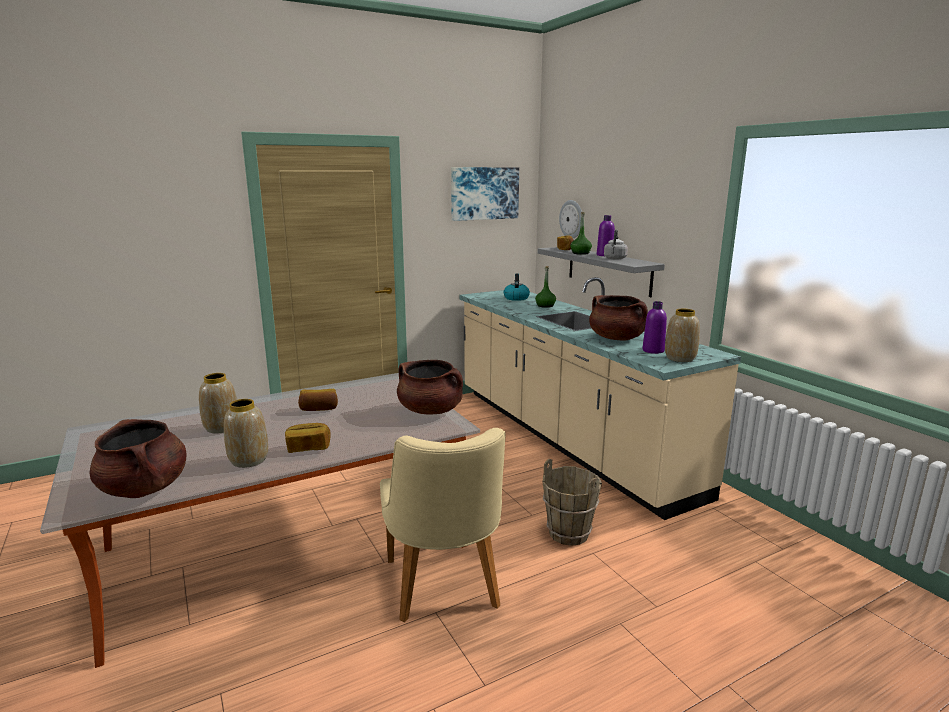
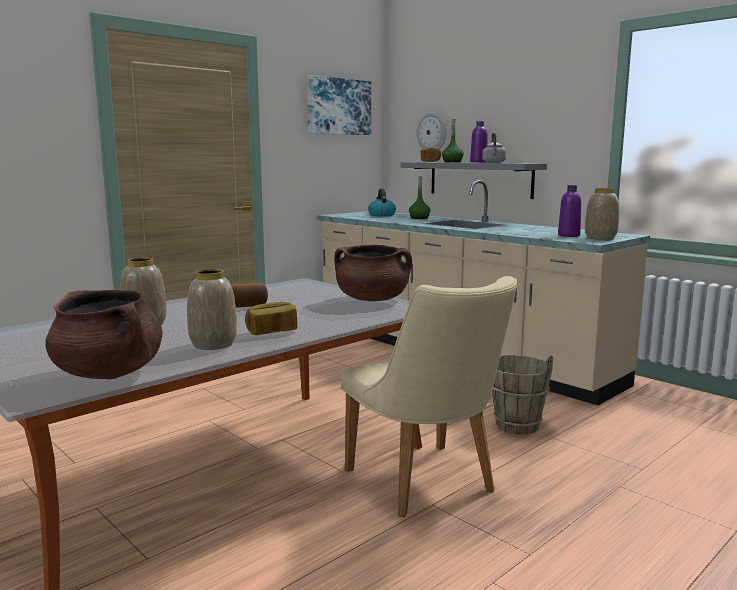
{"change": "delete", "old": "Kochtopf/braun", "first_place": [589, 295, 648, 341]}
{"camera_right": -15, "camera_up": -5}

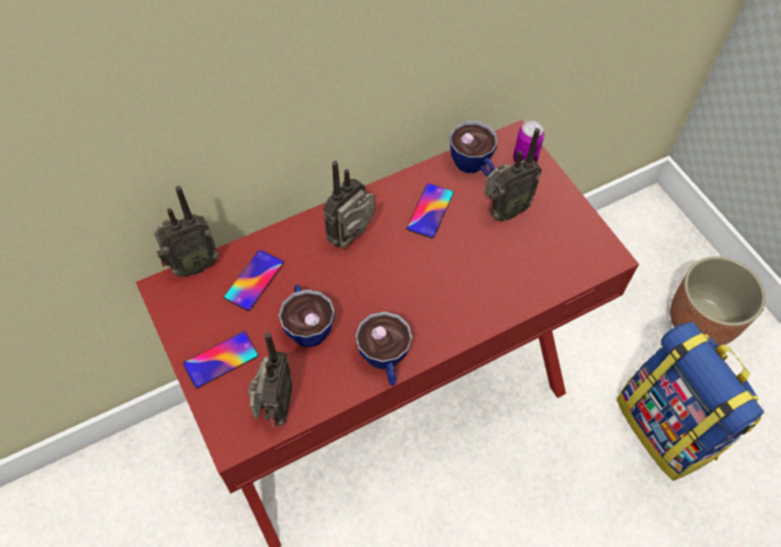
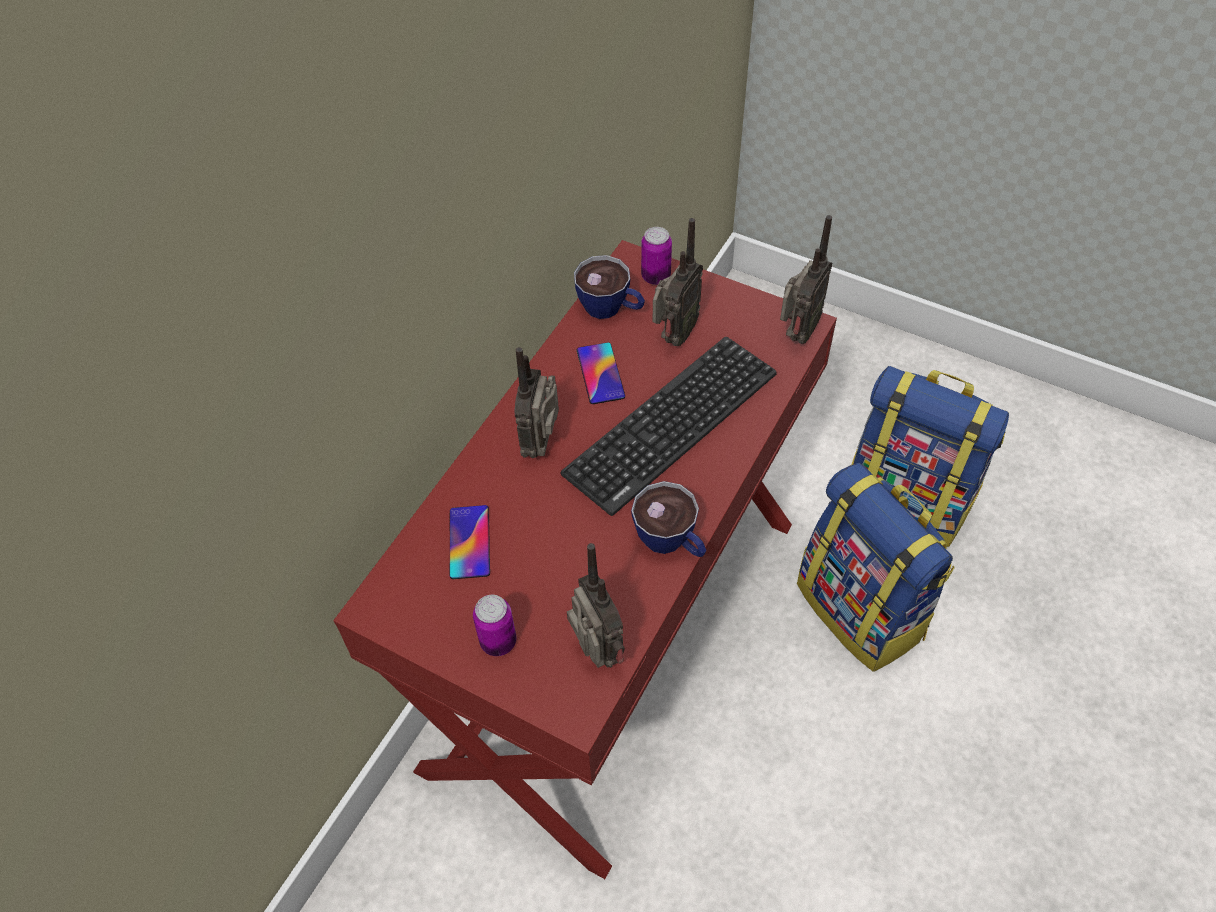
{"change": "delete", "old": "Tasse", "first_place": [279, 285, 335, 347]}
{"change": "delete", "old": "Pflanzkübel", "first_place": [670, 256, 766, 346]}
{"change": "insert", "new": "Tastatur", "second_place": [560, 337, 777, 516]}
{"change": "insert", "new": "Rucksack", "second_place": [797, 463, 955, 672]}
{"change": "move", "old": "Radio", "first_place": [153, 186, 219, 277], "second_place": [780, 215, 832, 344]}
{"change": "replace", "old": "Handy", "new": "Dose", "first_place": [183, 331, 258, 388], "second_place": [473, 595, 517, 656]}
{"camera_right": -30, "camera_up": -5}

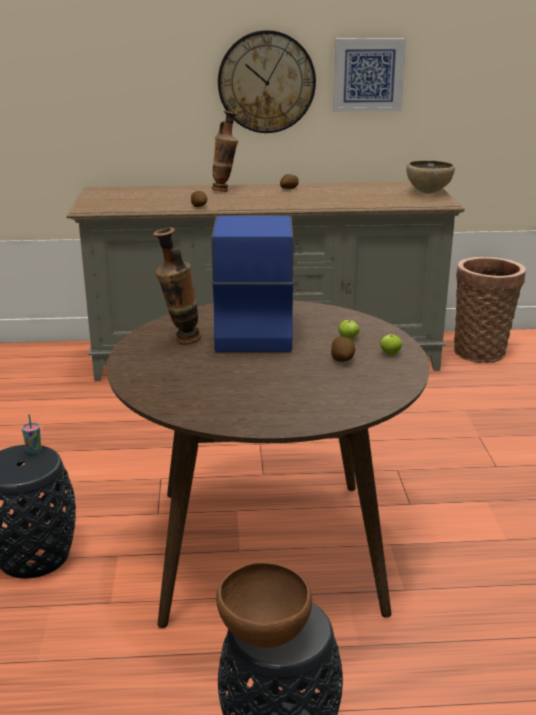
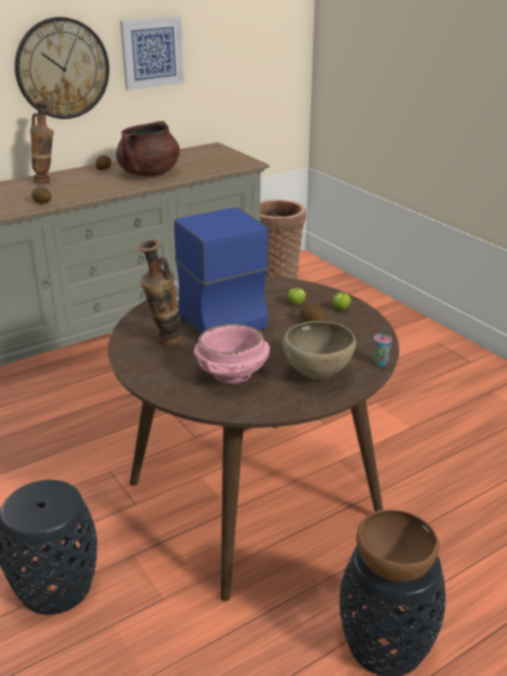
{"change": "insert", "new": "Kochtopf/braun", "second_place": [116, 121, 180, 176]}
{"change": "insert", "new": "Schüssel/rosa", "second_place": [194, 324, 270, 384]}
{"change": "move", "old": "Tasse", "first_place": [22, 414, 41, 455], "second_place": [373, 325, 392, 366]}
{"change": "move", "old": "Schüssel/braun", "first_place": [406, 160, 455, 194], "second_place": [283, 321, 356, 379]}
{"camera_right": -30, "camera_up": 5}

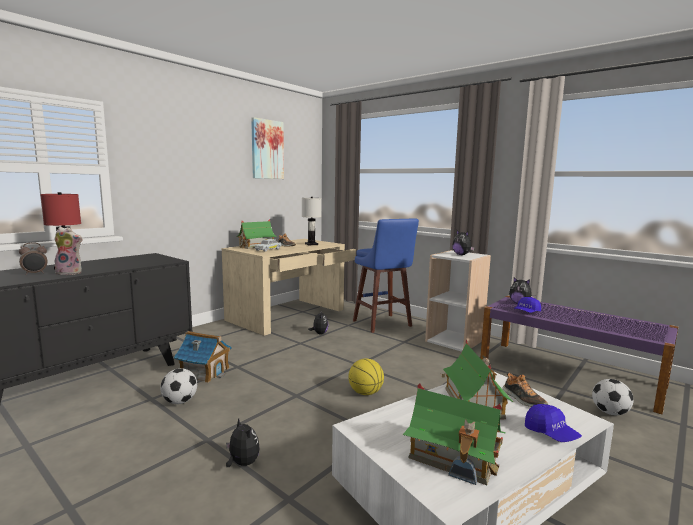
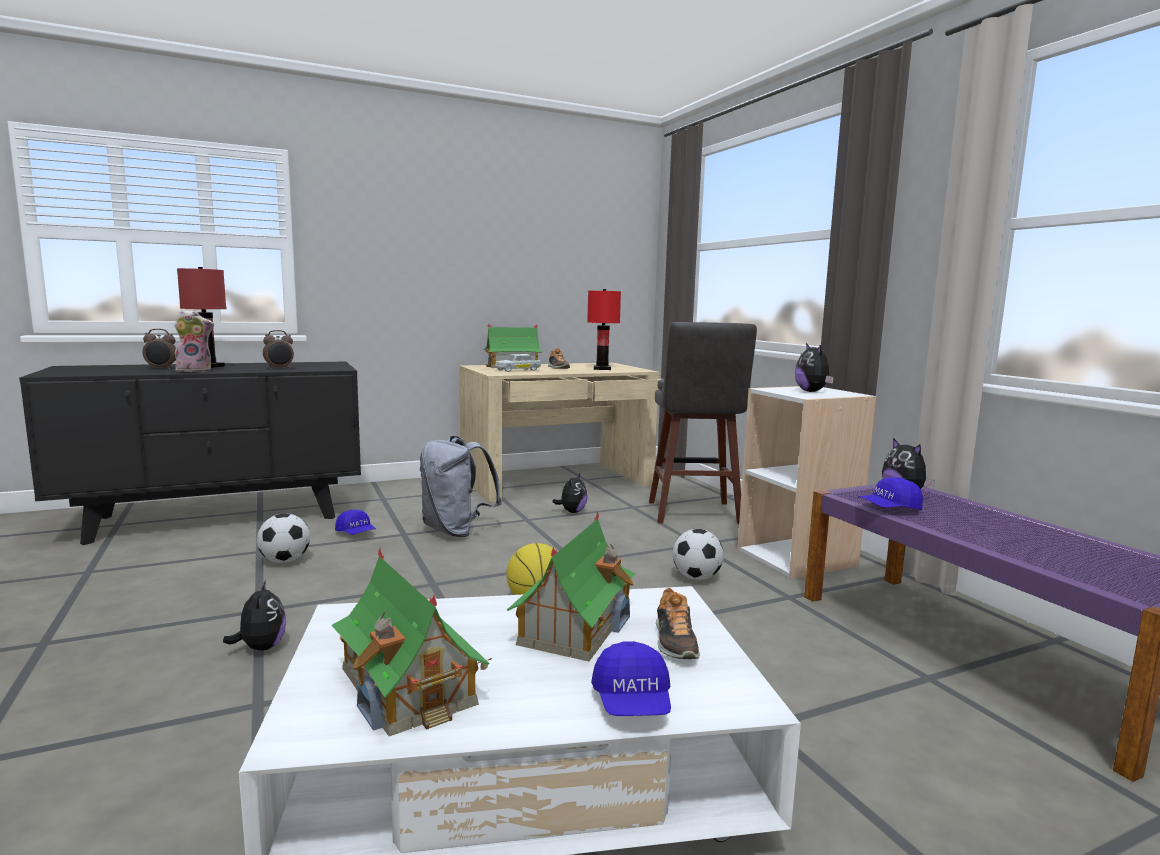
{"change": "delete", "old": "Bild", "first_place": [251, 117, 284, 179]}
{"change": "insert", "new": "Wecker", "second_place": [263, 330, 294, 369]}
{"change": "insert", "new": "Rucksack/grau", "second_place": [420, 436, 502, 537]}
{"change": "move", "old": "Fußball", "first_place": [592, 379, 633, 415], "second_place": [673, 529, 724, 580]}
{"change": "replace", "old": "Spielzeughaus", "new": "Kappe/blau", "first_place": [174, 331, 232, 383], "second_place": [335, 510, 376, 535]}
{"change": "recolor", "old": "Tischlampe/weiß", "new": "Tischlampe/rot", "first_place": [302, 197, 322, 246], "second_place": [587, 289, 621, 370]}
{"change": "recolor", "old": "Hocker/blau", "new": "Hocker/grau", "first_place": [353, 219, 419, 333], "second_place": [649, 322, 757, 524]}
{"change": "rotate", "old": "Plüschtier", "first_place": [55, 227, 82, 275], "second_place": [174, 309, 214, 372], "degrees": -45}
{"camera_right": 25, "camera_up": 0}

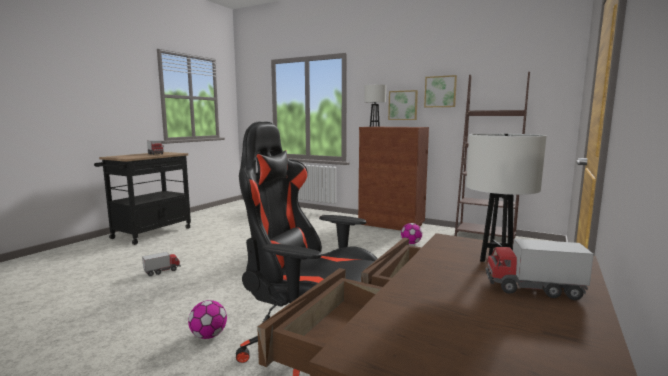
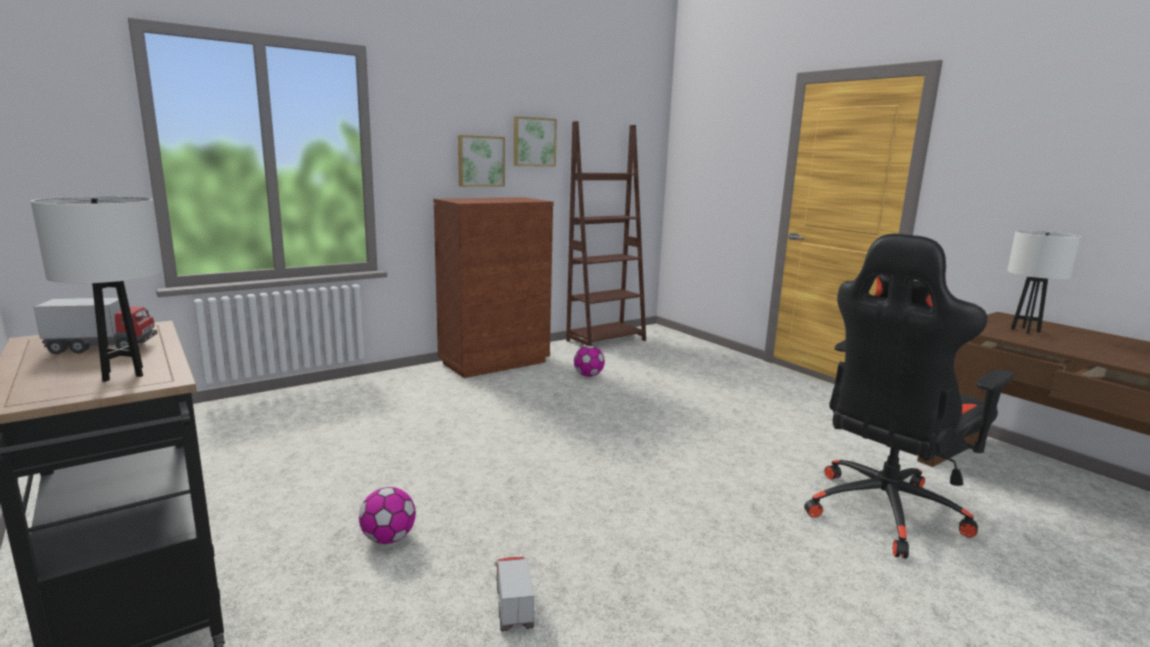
{"change": "delete", "old": "Spielzeuglaster", "first_place": [485, 239, 594, 300]}
{"change": "move", "old": "Fußball", "first_place": [188, 300, 227, 339], "second_place": [359, 487, 416, 544]}
{"change": "move", "old": "Tischlampe/weiß", "first_place": [364, 84, 386, 127], "second_place": [31, 196, 162, 382]}
{"camera_right": -65, "camera_up": 5}

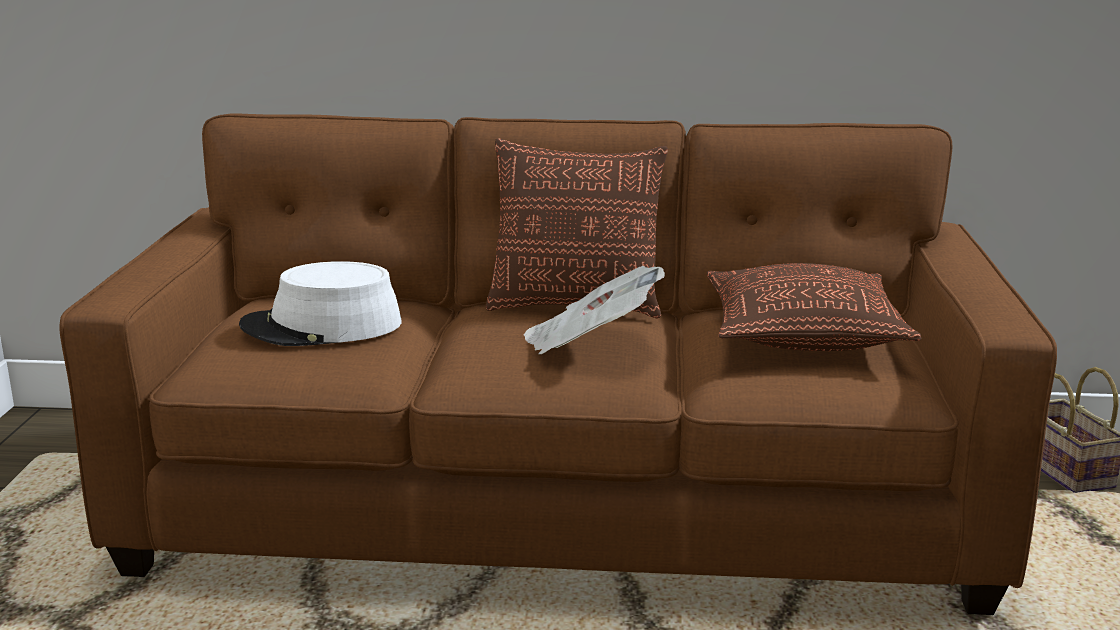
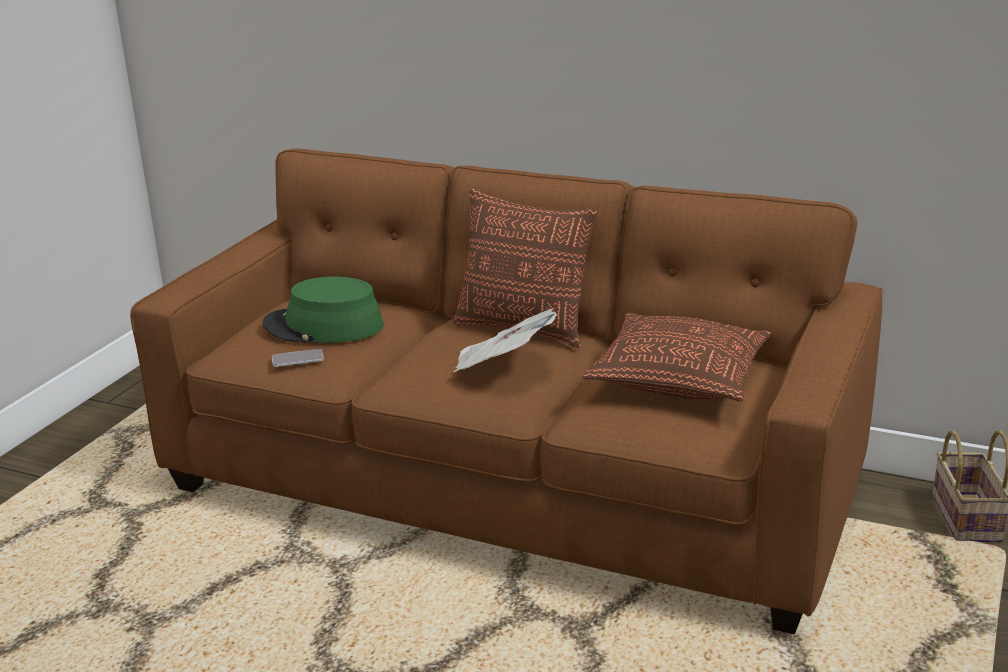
{"change": "insert", "new": "Handy", "second_place": [272, 349, 324, 367]}
{"change": "recolor", "old": "Hut/weiß", "new": "Hut/grün", "first_place": [239, 261, 401, 346], "second_place": [263, 277, 383, 343]}
{"camera_right": 20, "camera_up": 5}

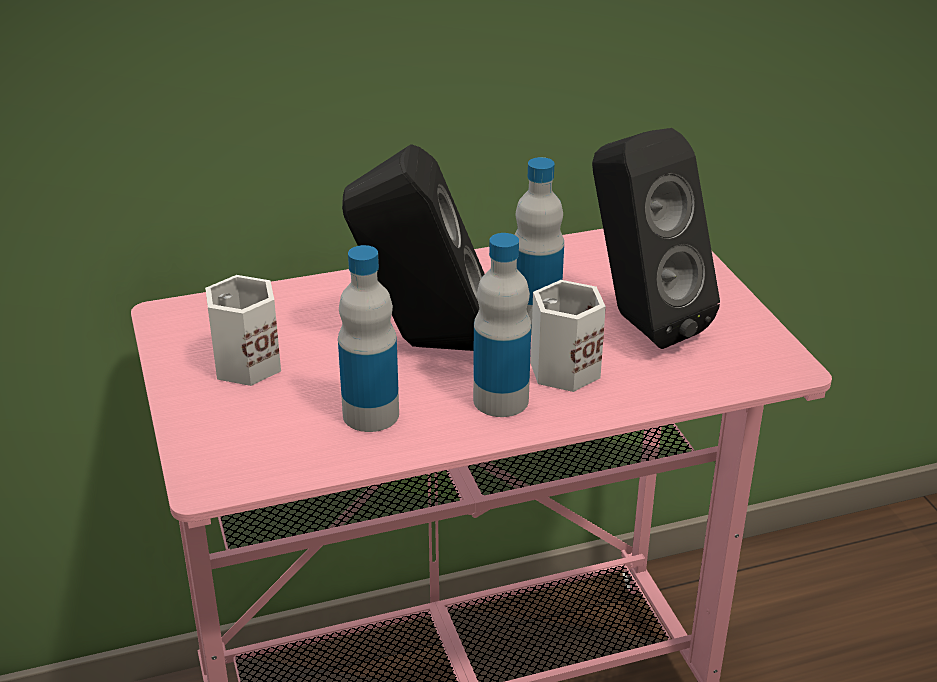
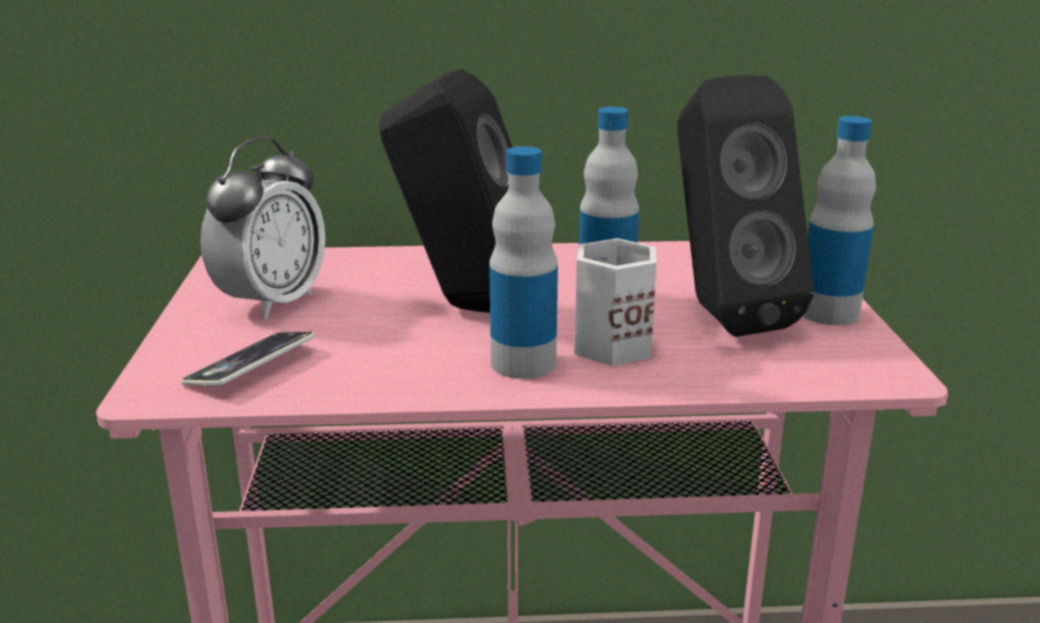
{"change": "insert", "new": "Handy", "second_place": [181, 332, 315, 386]}
{"change": "move", "old": "Flasche", "first_place": [338, 245, 399, 432], "second_place": [803, 116, 876, 325]}
{"change": "replace", "old": "Henkelbecher/weiß", "new": "Wecker", "first_place": [205, 275, 281, 386], "second_place": [200, 136, 325, 320]}
{"camera_right": 15, "camera_up": -10}

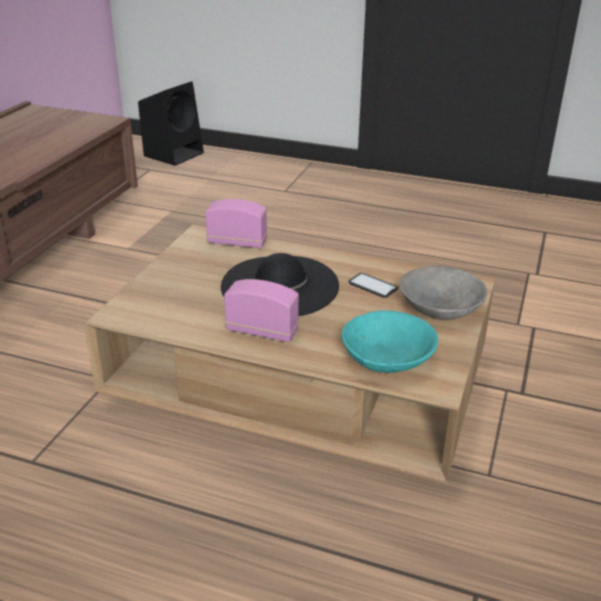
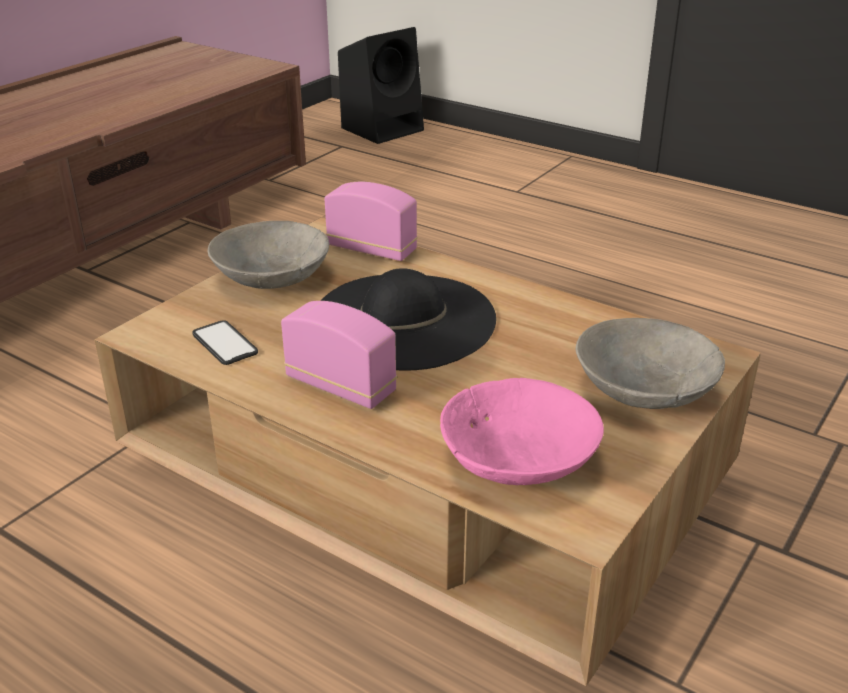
{"change": "insert", "new": "Schüssel/grau", "second_place": [208, 221, 329, 289]}
{"change": "move", "old": "Handy", "first_place": [348, 273, 398, 298], "second_place": [192, 320, 258, 365]}
{"change": "recolor", "old": "Schüssel/türkis", "new": "Schüssel/rosa", "first_place": [342, 310, 438, 373], "second_place": [440, 378, 604, 485]}
{"camera_right": 15, "camera_up": 0}

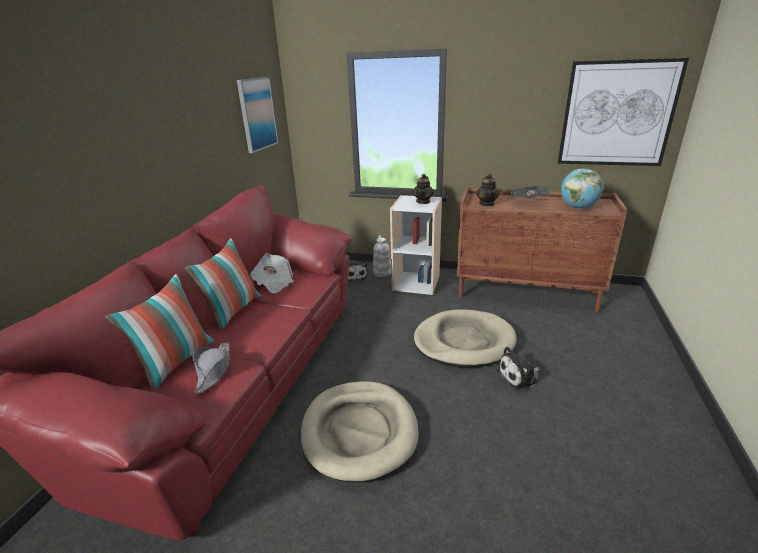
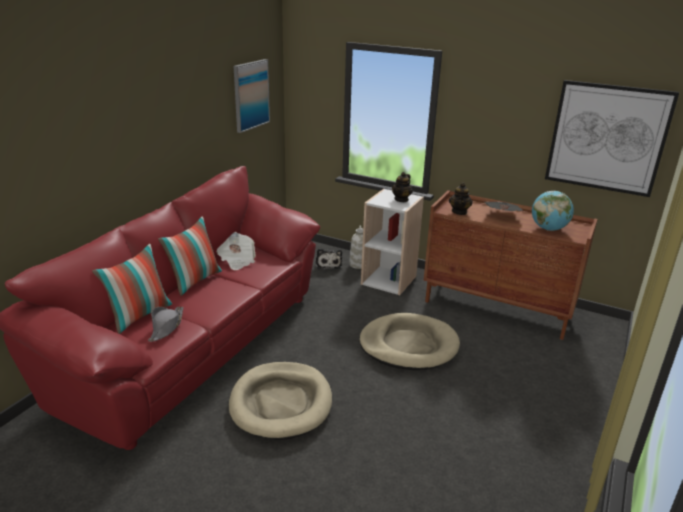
{"change": "delete", "old": "Plüschtier", "first_place": [497, 347, 540, 391]}
{"camera_right": 10, "camera_up": 0}

